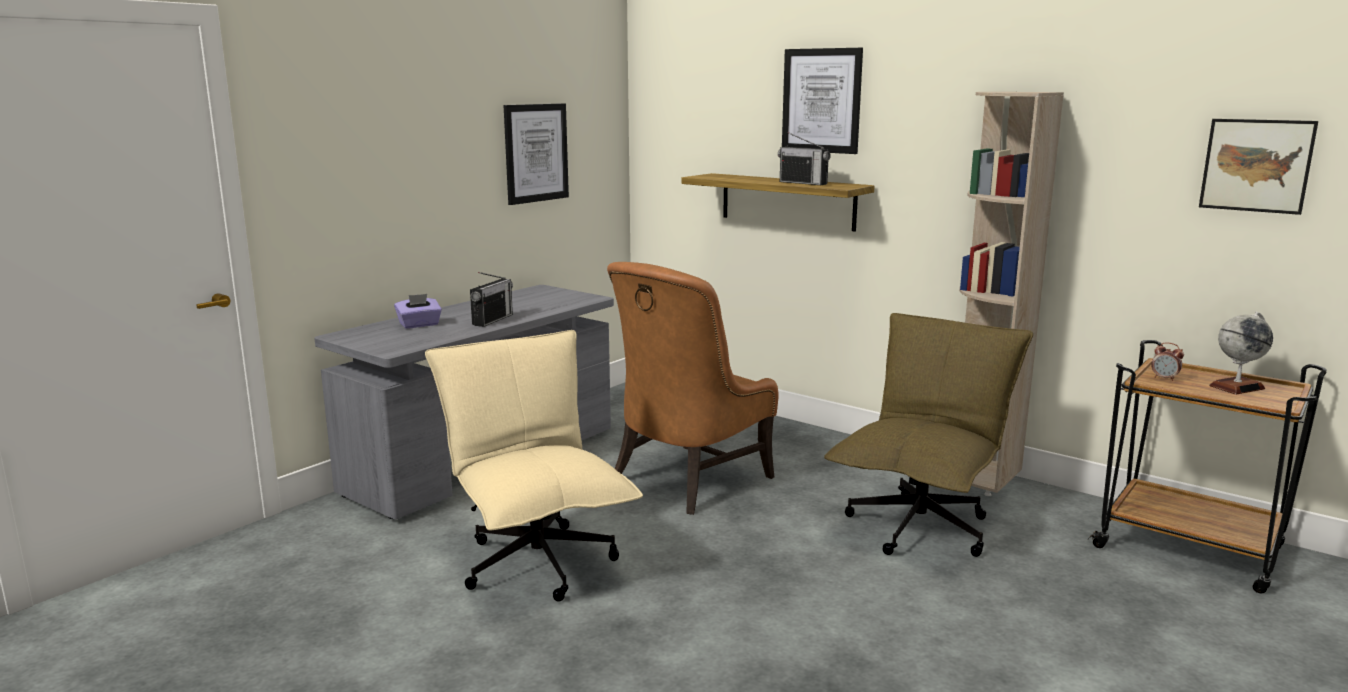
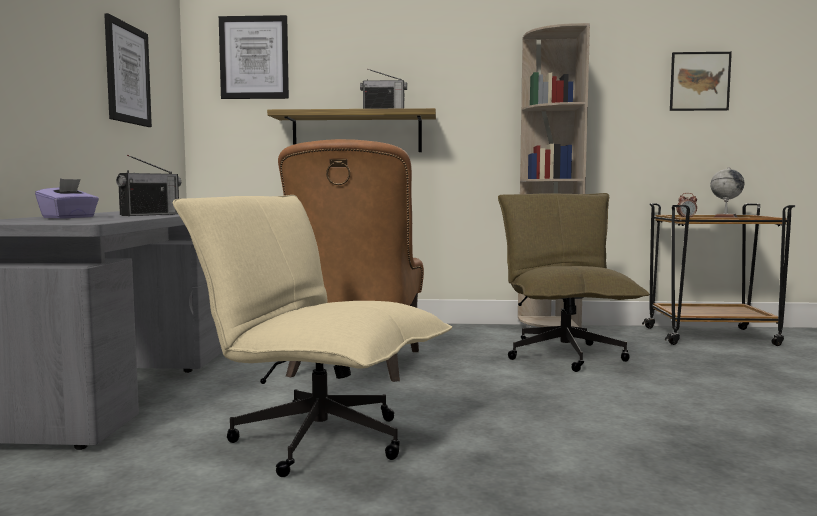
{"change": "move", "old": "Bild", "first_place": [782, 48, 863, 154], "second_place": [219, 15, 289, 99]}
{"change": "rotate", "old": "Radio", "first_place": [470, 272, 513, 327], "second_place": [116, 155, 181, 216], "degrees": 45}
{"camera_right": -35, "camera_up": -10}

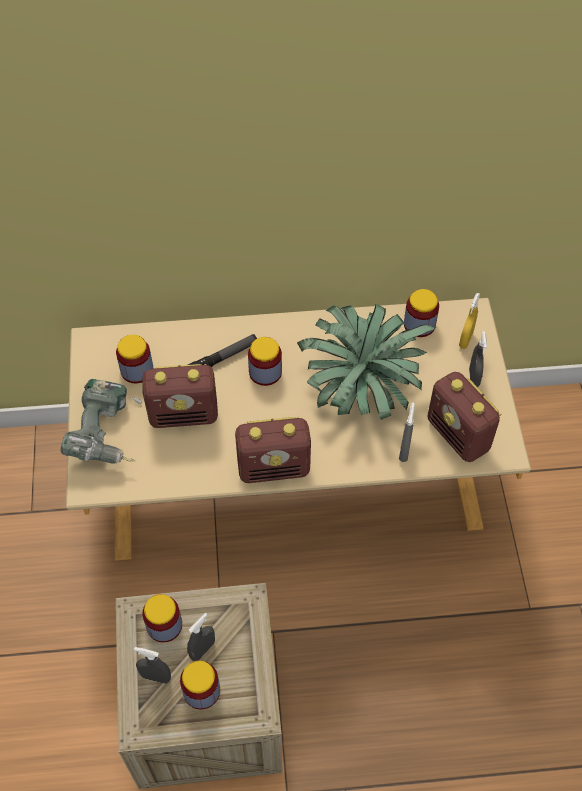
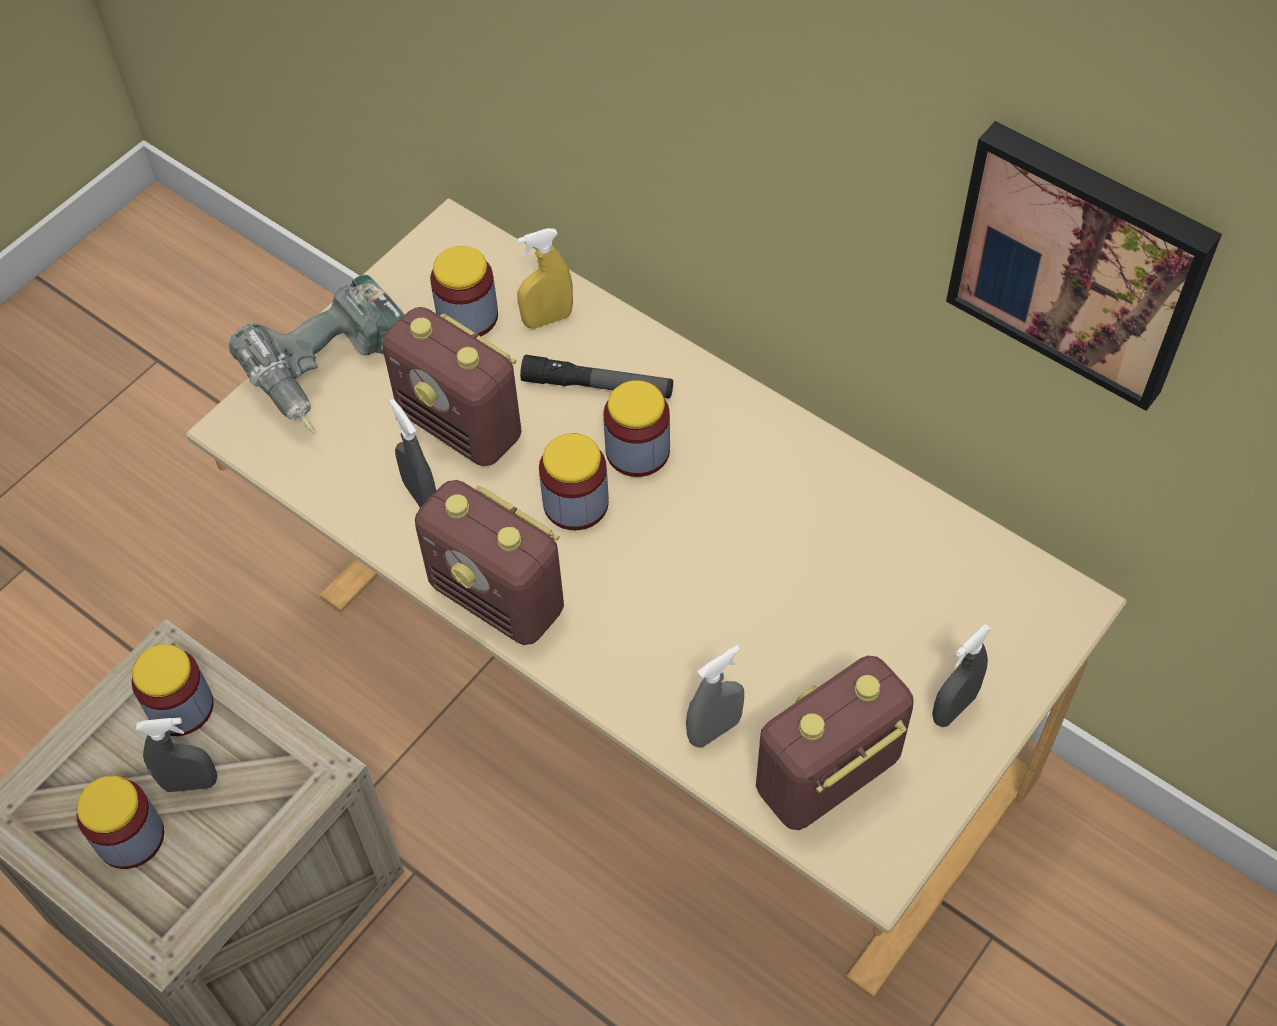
{"change": "delete", "old": "Topfpflanze", "first_place": [297, 304, 436, 420]}
{"change": "insert", "new": "Bild", "second_place": [946, 121, 1222, 411]}
{"change": "move", "old": "Sprühflasche/grau", "first_place": [134, 647, 171, 684], "second_place": [389, 399, 436, 508]}
{"change": "move", "old": "Vorratsglas", "first_place": [404, 289, 439, 337], "second_place": [539, 433, 609, 530]}
{"change": "move", "old": "Sprühflasche/gelb", "first_place": [459, 293, 480, 349], "second_place": [517, 228, 573, 328]}
{"change": "rotate", "old": "Radio", "first_place": [427, 372, 502, 462], "second_place": [756, 656, 914, 830], "degrees": 45}
{"camera_right": 45, "camera_up": 0}

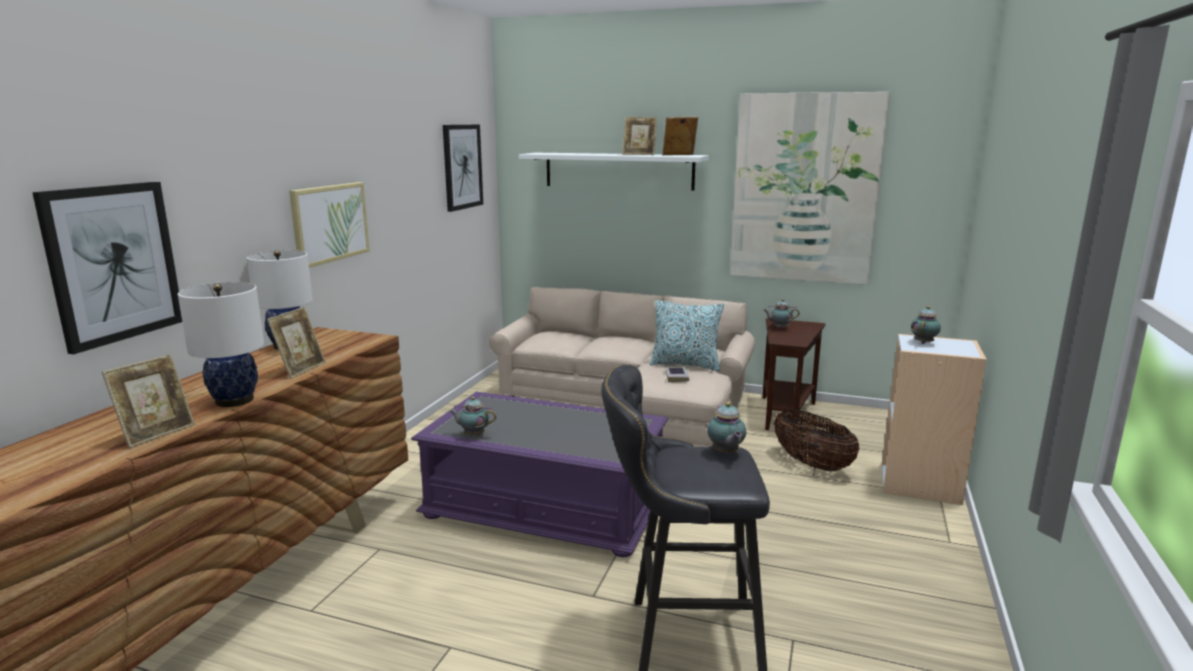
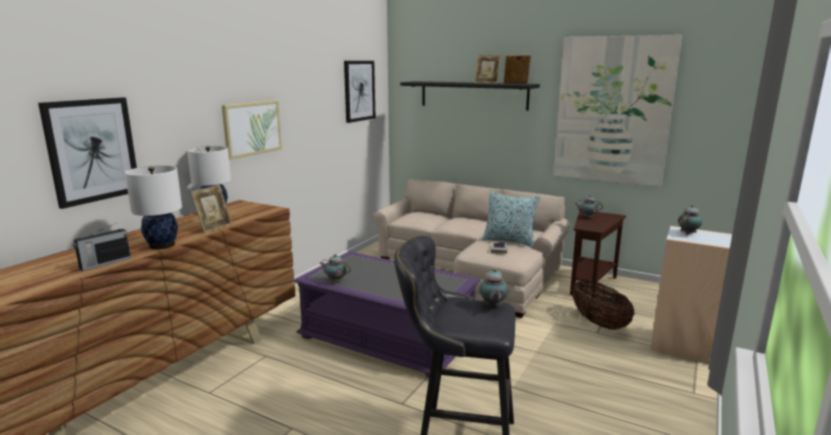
{"change": "replace", "old": "Bilderrahmen", "new": "Radio", "first_place": [102, 354, 195, 448], "second_place": [73, 223, 131, 271]}
{"change": "recolor", "old": "Wandregal/weiß", "new": "Wandregal/schwarz", "first_place": [519, 153, 709, 191], "second_place": [400, 81, 540, 111]}
{"camera_right": 10, "camera_up": 0}

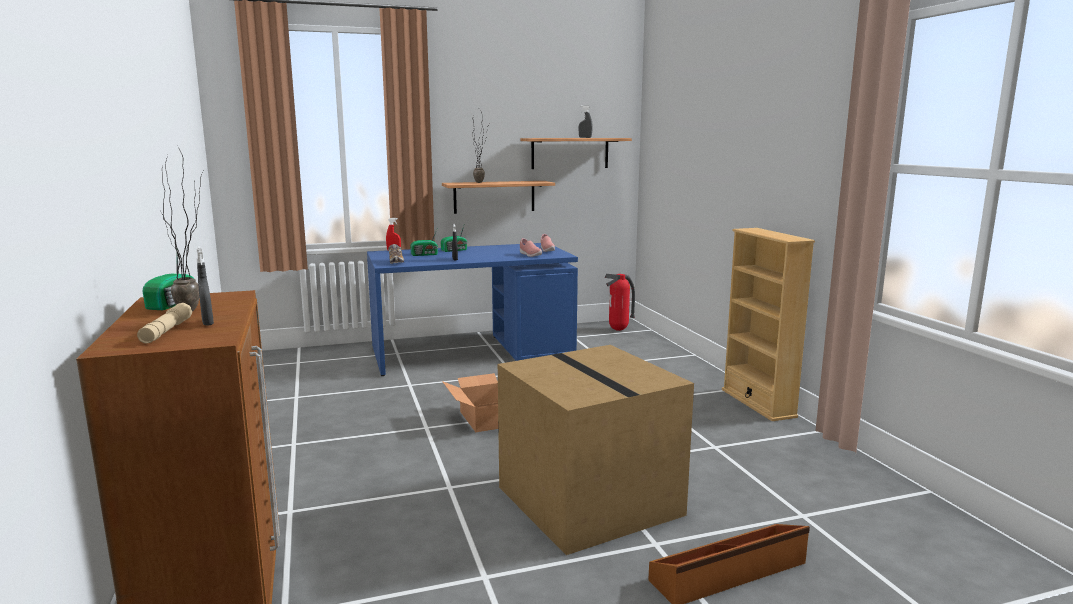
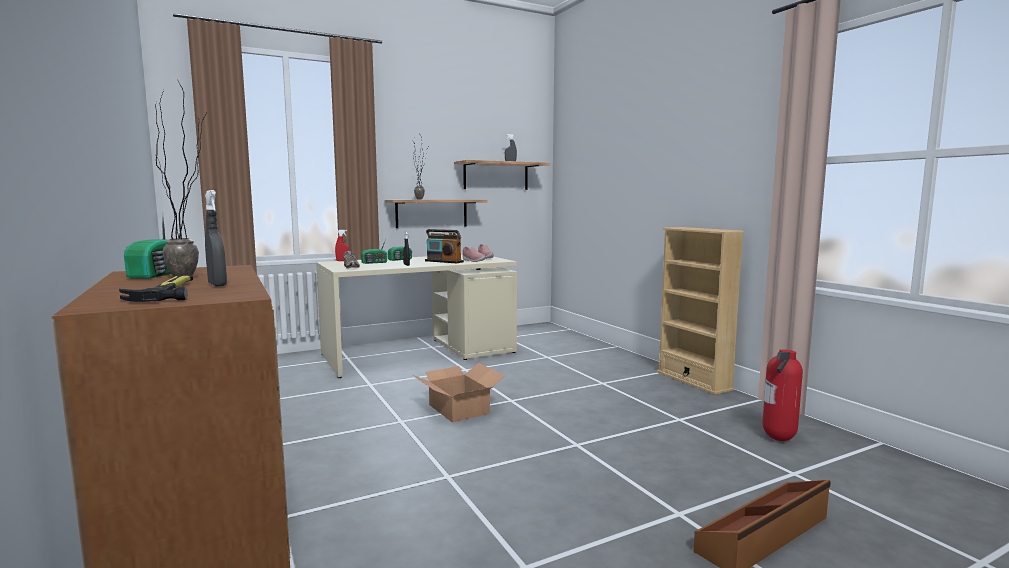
{"change": "delete", "old": "Karton", "first_place": [498, 345, 694, 555]}
{"change": "insert", "new": "Radio", "second_place": [425, 229, 464, 263]}
{"change": "move", "old": "Feuerlöscher", "first_place": [604, 274, 635, 331], "second_place": [763, 349, 803, 441]}
{"change": "replace", "old": "Taschenlampe/beige", "new": "Hammer", "first_place": [137, 303, 192, 343], "second_place": [119, 275, 193, 302]}
{"change": "recolor", "old": "Schreibtisch/blau", "new": "Schreibtisch/beige", "first_place": [367, 243, 578, 376], "second_place": [316, 255, 517, 378]}
{"camera_right": -10, "camera_up": -5}

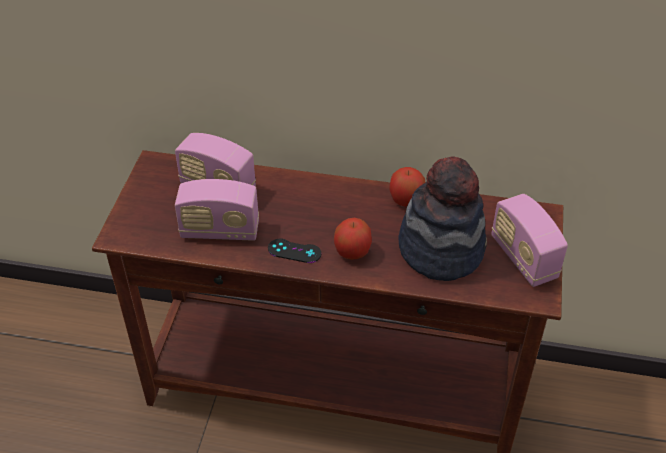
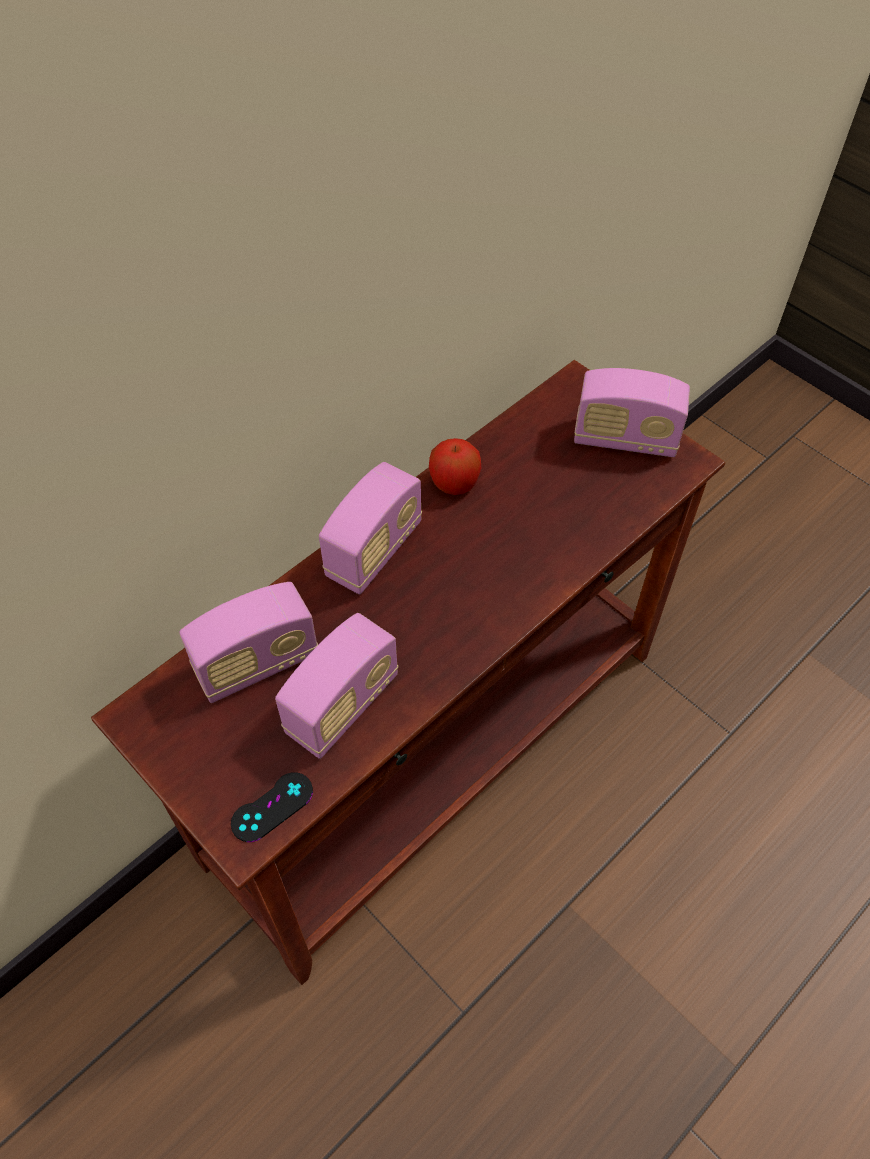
{"change": "delete", "old": "Apfel", "first_place": [334, 218, 372, 260]}
{"change": "delete", "old": "Hut", "first_place": [398, 156, 487, 281]}
{"change": "insert", "new": "Radio", "second_place": [319, 462, 422, 594]}
{"change": "move", "old": "Gamepad/schwarz", "first_place": [268, 239, 322, 263], "second_place": [231, 772, 313, 842]}
{"camera_right": -55, "camera_up": 10}

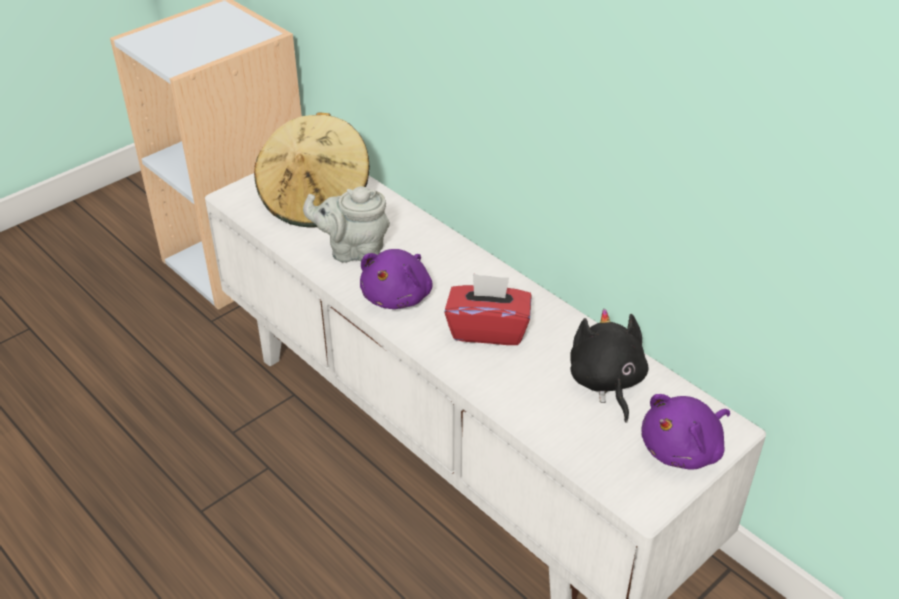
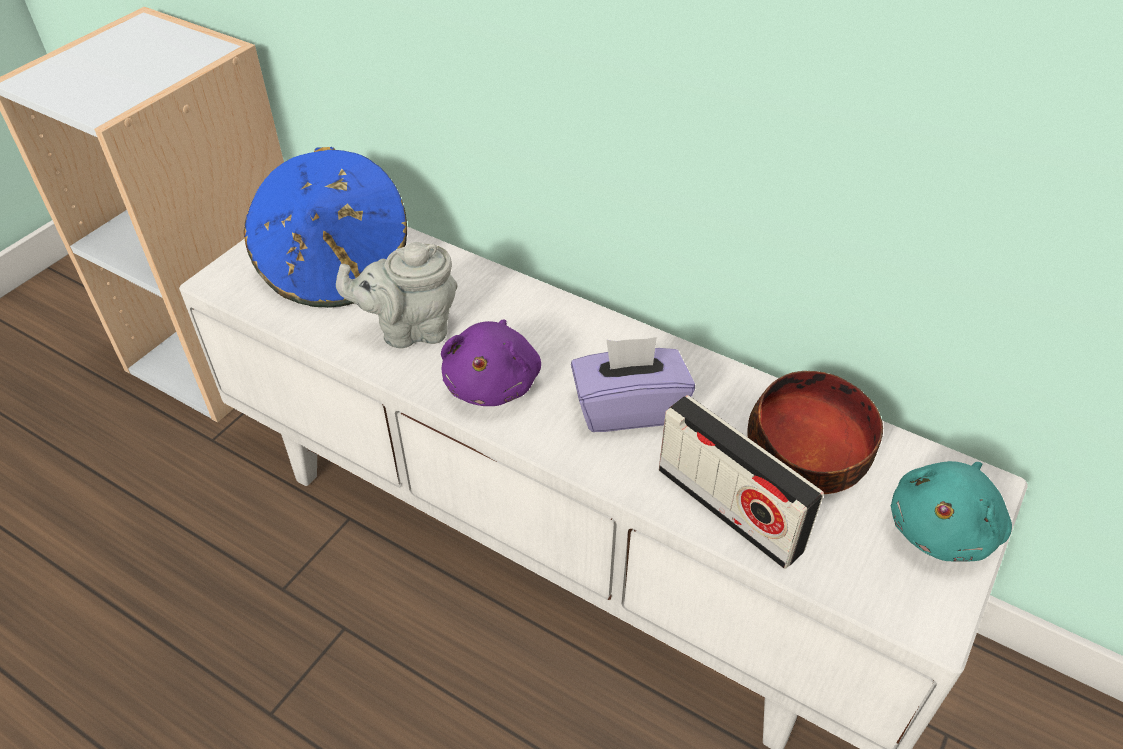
{"change": "insert", "new": "Radio", "second_place": [659, 395, 824, 569]}
{"change": "replace", "old": "Plüschtier/schwarz", "new": "Schüssel", "first_place": [570, 309, 648, 423], "second_place": [747, 371, 883, 494]}
{"change": "recolor", "old": "Hut/beige", "new": "Hut/blau", "first_place": [254, 112, 370, 228], "second_place": [244, 147, 407, 308]}
{"change": "recolor", "old": "Taschentuchbox/rot", "new": "Taschentuchbox/lila", "first_place": [444, 273, 531, 345], "second_place": [571, 337, 695, 432]}
{"change": "recolor", "old": "Plüschtier/lila", "new": "Plüschtier/türkis", "first_place": [641, 394, 730, 470], "second_place": [891, 461, 1012, 562]}
{"camera_right": -15, "camera_up": 5}

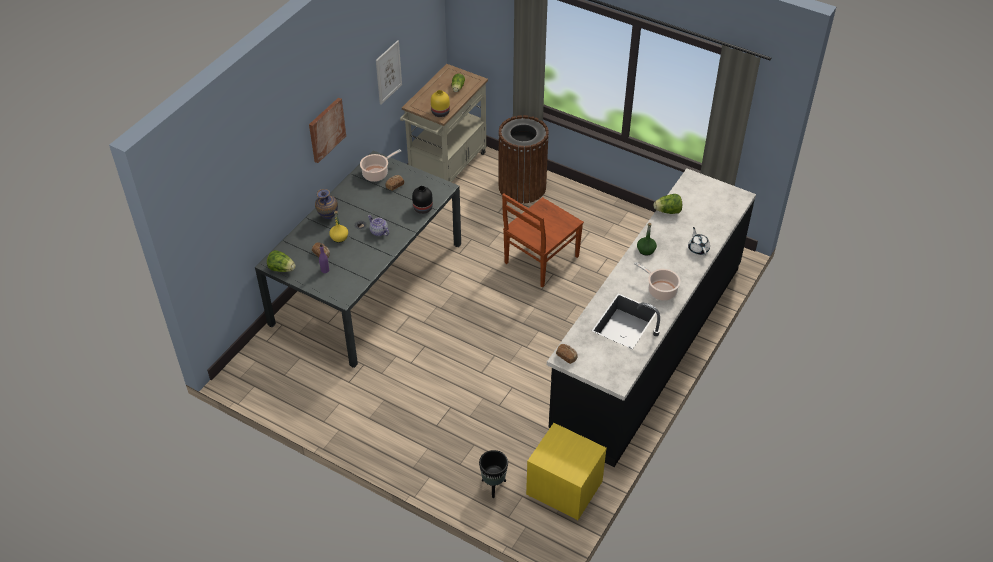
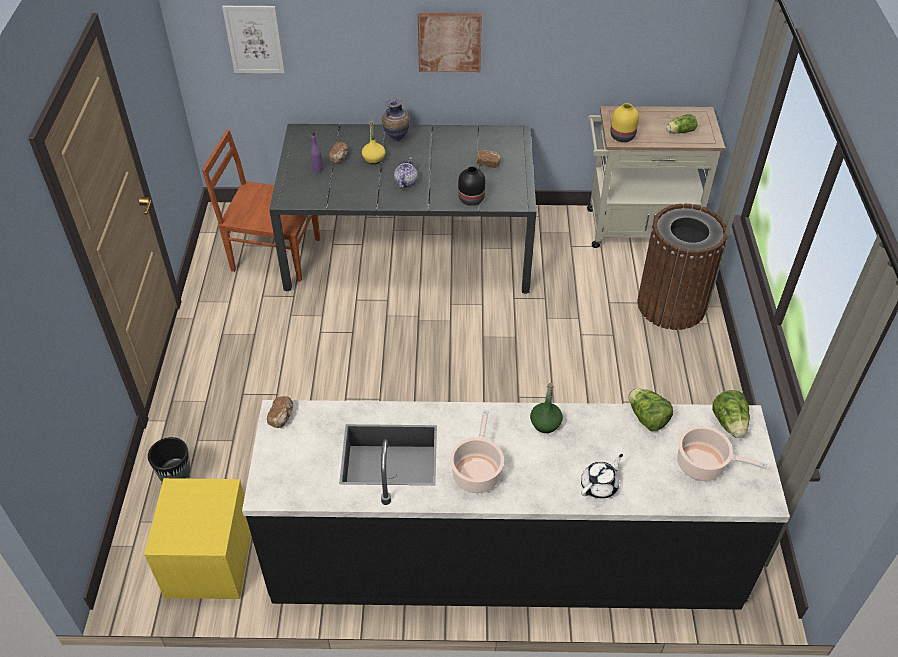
{"change": "move", "old": "Salatkopf", "first_place": [267, 250, 296, 272], "second_place": [712, 390, 750, 438]}
{"change": "move", "old": "Kochtopf", "first_place": [360, 149, 401, 182], "second_place": [677, 426, 767, 481]}
{"change": "move", "old": "Bild", "first_place": [376, 40, 402, 105], "second_place": [222, 6, 285, 73]}
{"change": "move", "old": "Stuhl/braun", "first_place": [502, 193, 584, 287], "second_place": [202, 129, 320, 282]}
{"camera_right": 60, "camera_up": 0}

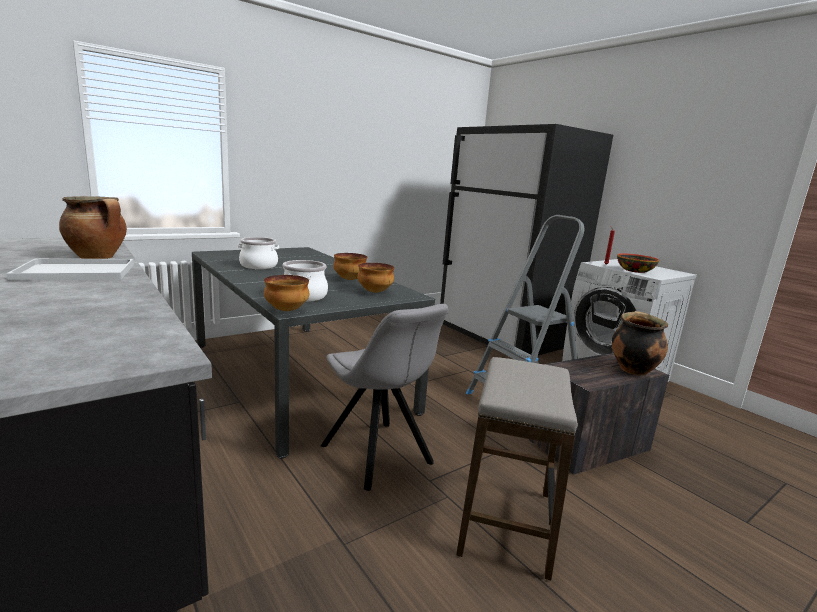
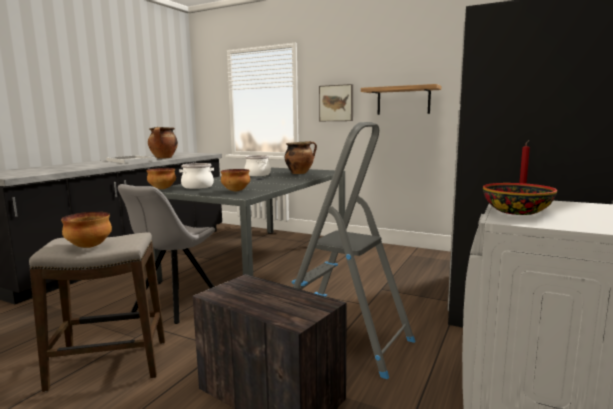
{"change": "insert", "new": "Bild", "second_place": [319, 84, 353, 121]}
{"change": "insert", "new": "Wandregal", "second_place": [361, 84, 441, 115]}
{"change": "move", "old": "Schüssel", "first_place": [333, 253, 367, 280], "second_place": [61, 212, 112, 248]}
{"change": "move", "old": "Kochtopf", "first_place": [612, 311, 668, 375], "second_place": [285, 141, 317, 174]}
{"camera_right": 65, "camera_up": -5}

